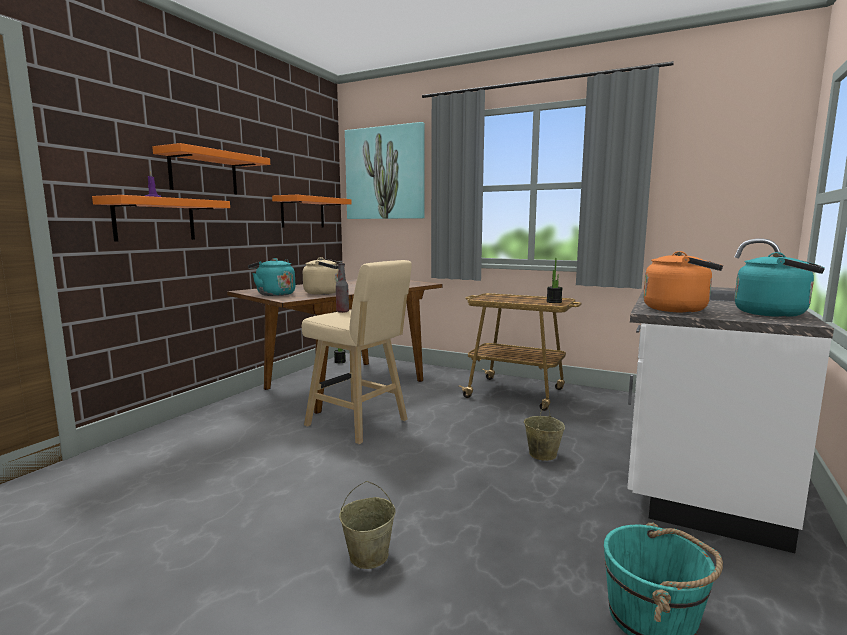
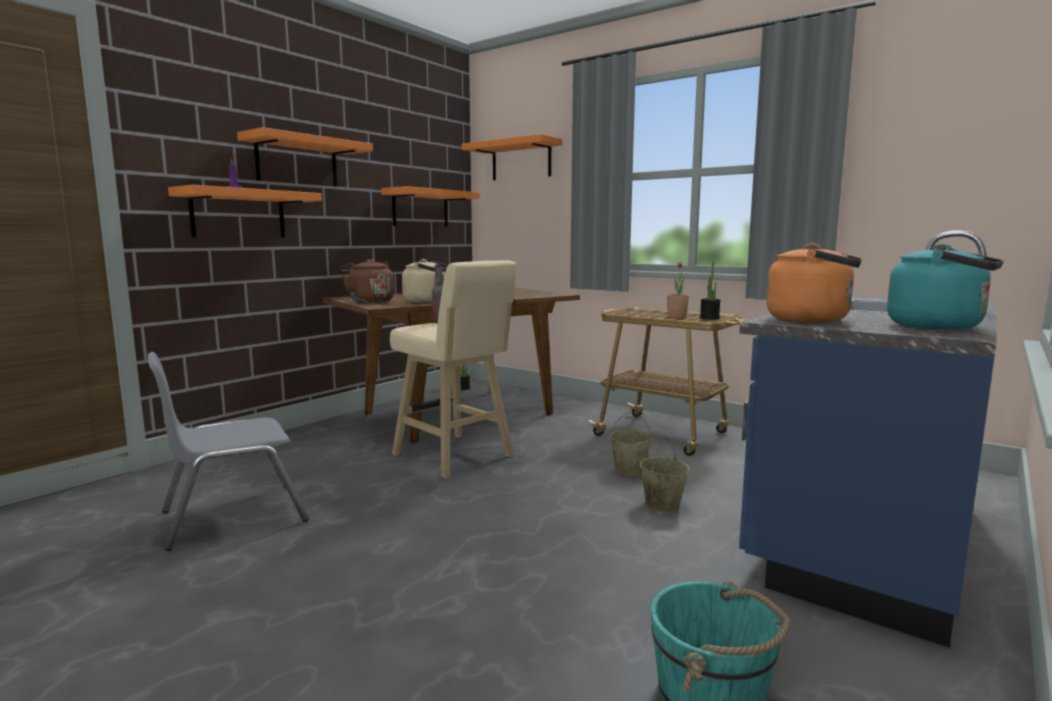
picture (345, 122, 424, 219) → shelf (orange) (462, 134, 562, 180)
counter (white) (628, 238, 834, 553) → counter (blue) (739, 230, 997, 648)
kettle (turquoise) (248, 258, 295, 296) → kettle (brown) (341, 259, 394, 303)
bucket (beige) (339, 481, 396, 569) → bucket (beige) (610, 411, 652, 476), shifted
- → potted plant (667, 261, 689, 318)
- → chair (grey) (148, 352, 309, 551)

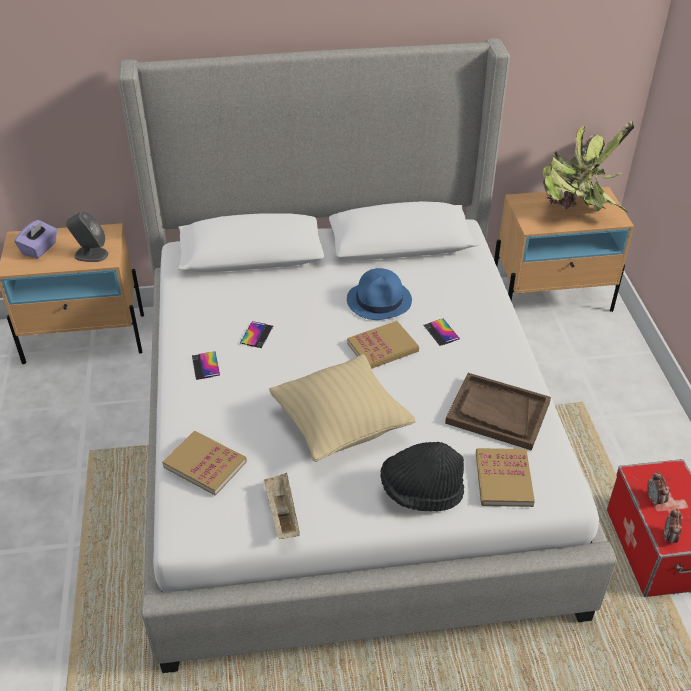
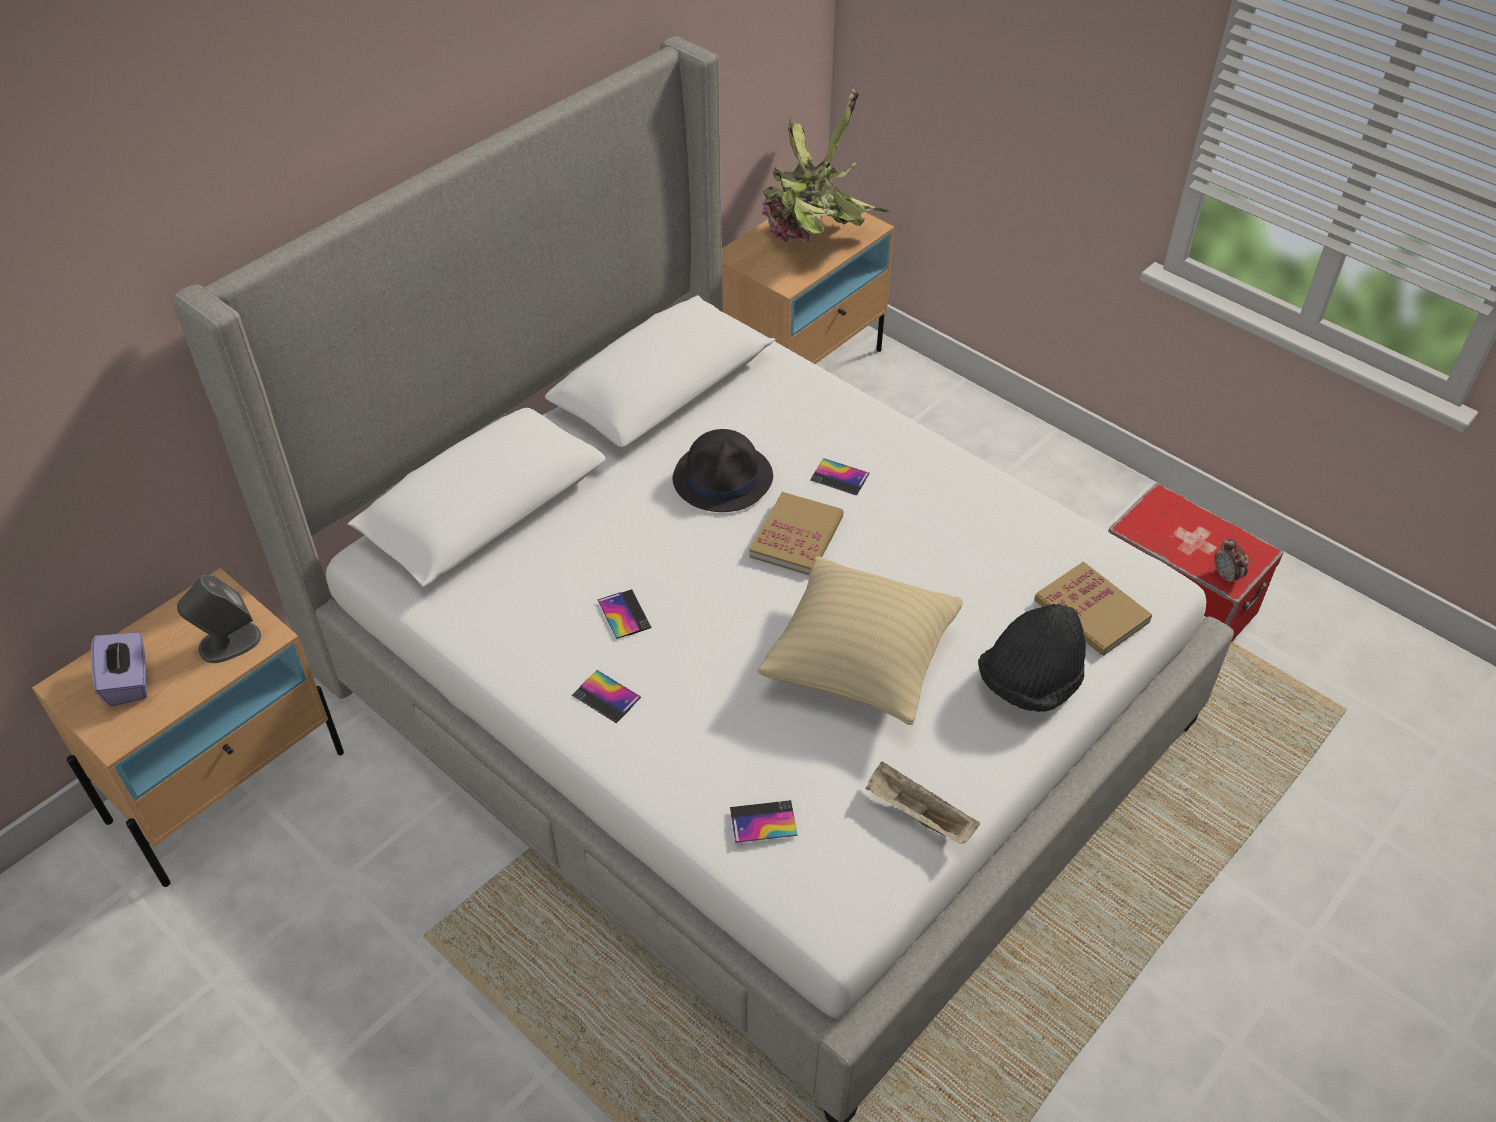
hat (blue) (347, 268, 412, 320) → hat (black) (673, 429, 773, 512)
tray (brown) (445, 373, 551, 451) → -
book (162, 431, 247, 496) → phone (730, 800, 798, 843)
alarm clock (647, 471, 670, 507) → -

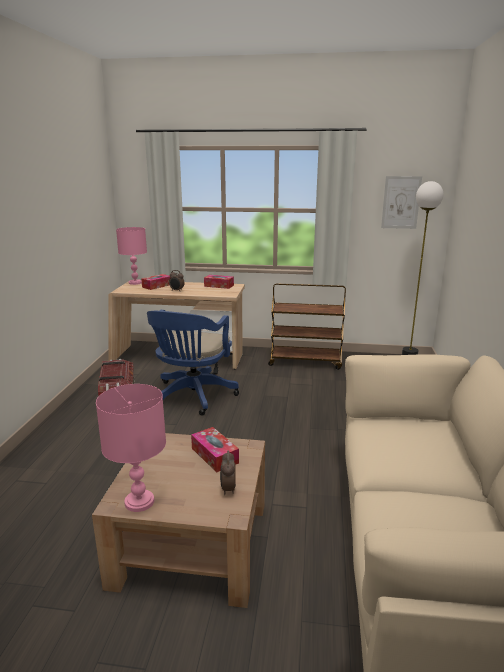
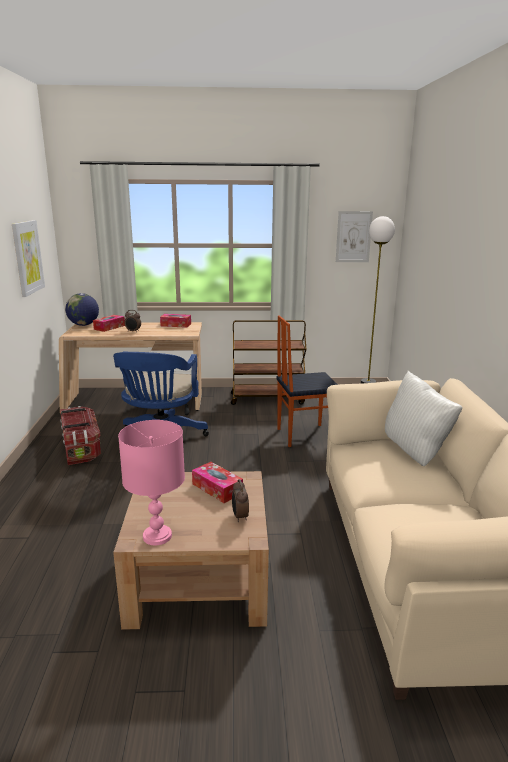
table lamp (pink) (116, 227, 147, 285) → globe (65, 293, 99, 326)
- → picture (12, 220, 45, 297)
- → chair (276, 315, 338, 447)
- → pillow (white) (385, 371, 463, 466)

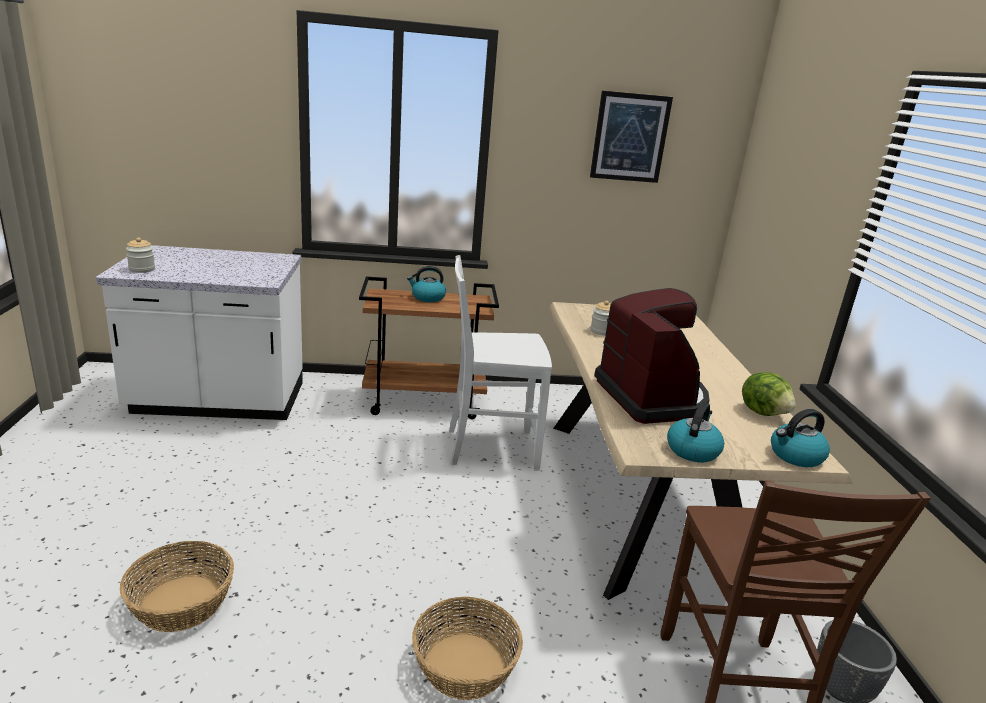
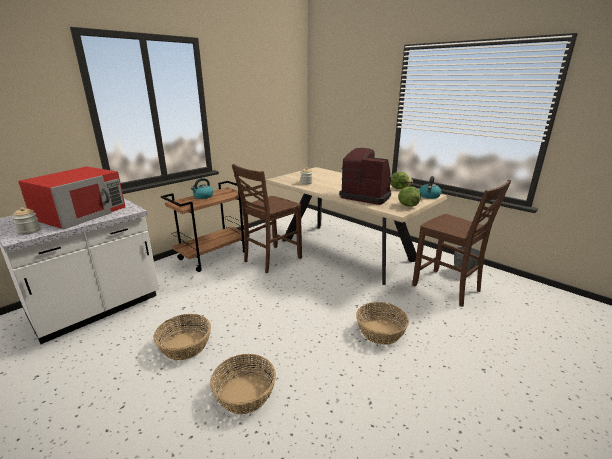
picture (590, 90, 673, 183) → -
chair (white) (449, 255, 552, 471) → chair (brown) (232, 164, 302, 273)
kettle (667, 402, 724, 462) → lettuce (398, 186, 421, 207)
- → microwave (red) (18, 166, 125, 229)
- → basket (153, 314, 211, 360)

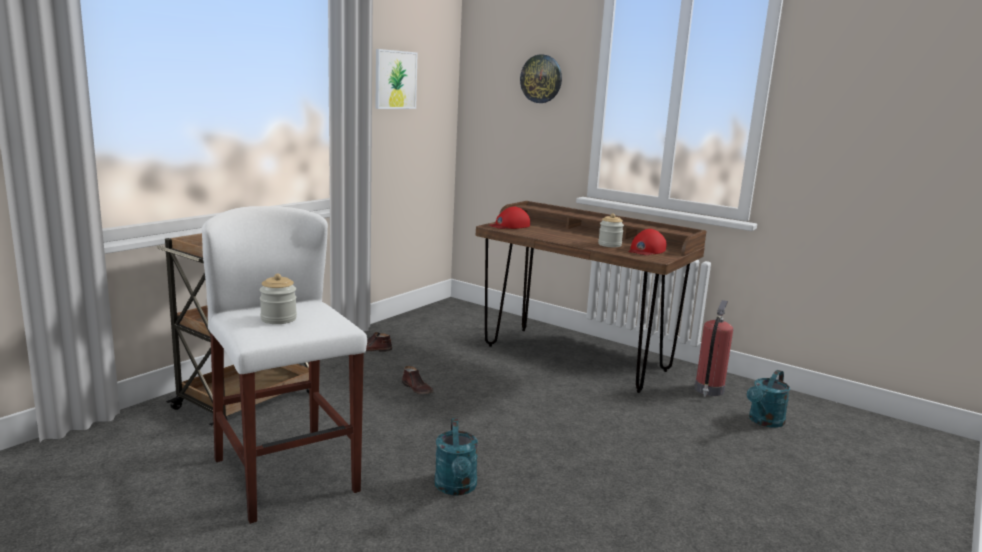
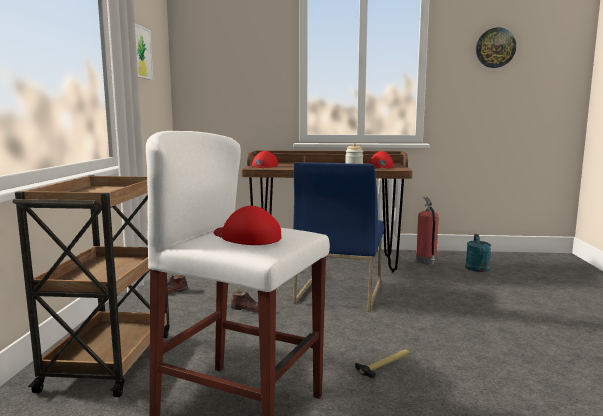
wall clock (520, 54, 562, 103) → wall clock (476, 28, 516, 68), shifted
jar (260, 273, 297, 324) → cap (red) (214, 206, 281, 245)
watering can (turquoise) (435, 418, 478, 496) → hammer (355, 349, 409, 378)
- → chair (blue) (293, 162, 384, 312)

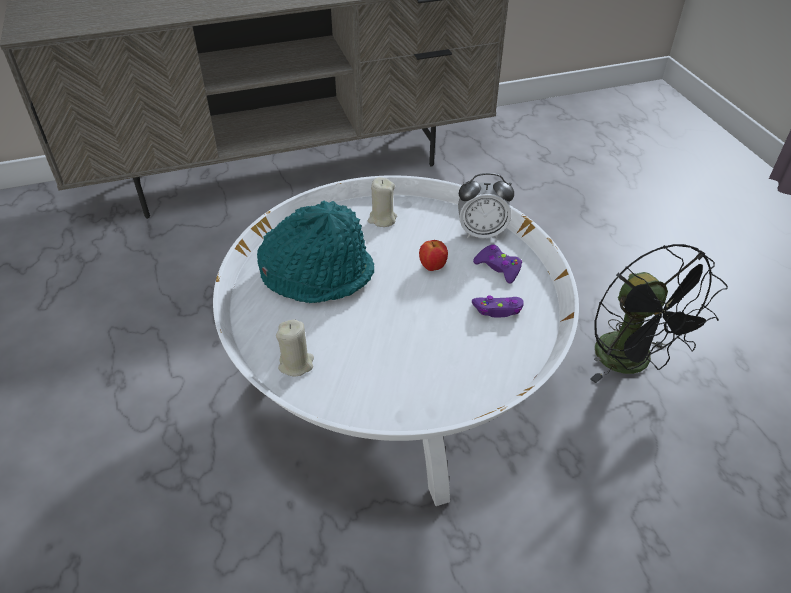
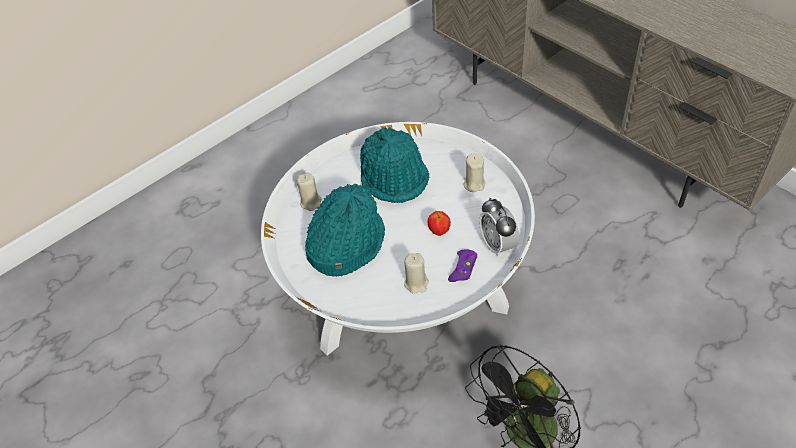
game controller (purple) (472, 296, 524, 317) → candle (beige) (404, 253, 429, 294)
- → hat (turquoise) (305, 184, 385, 276)

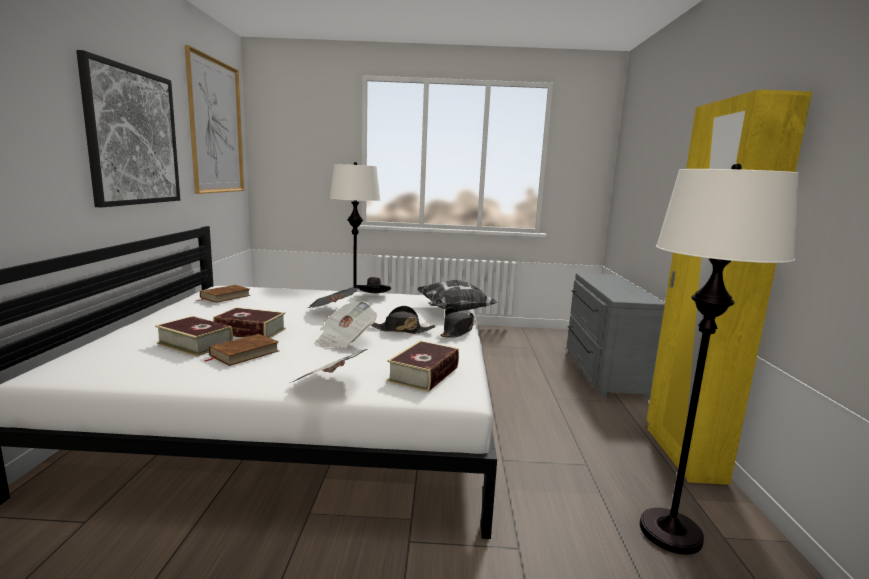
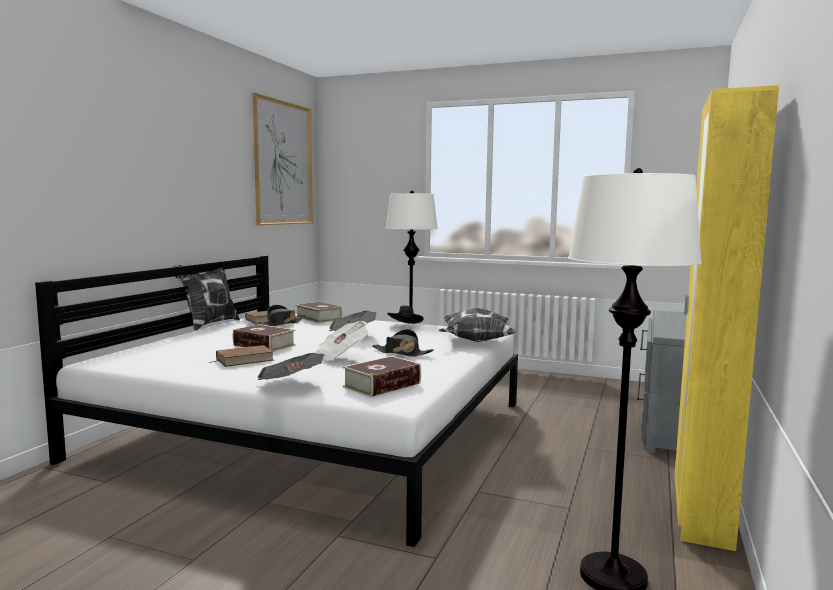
picture (76, 50, 180, 207) → -
hat (black) (440, 307, 474, 338) → hat (black) (255, 305, 306, 327), shifted
book (155, 316, 233, 356) → book (295, 302, 342, 323), shifted
- → pillow (173, 265, 240, 331)

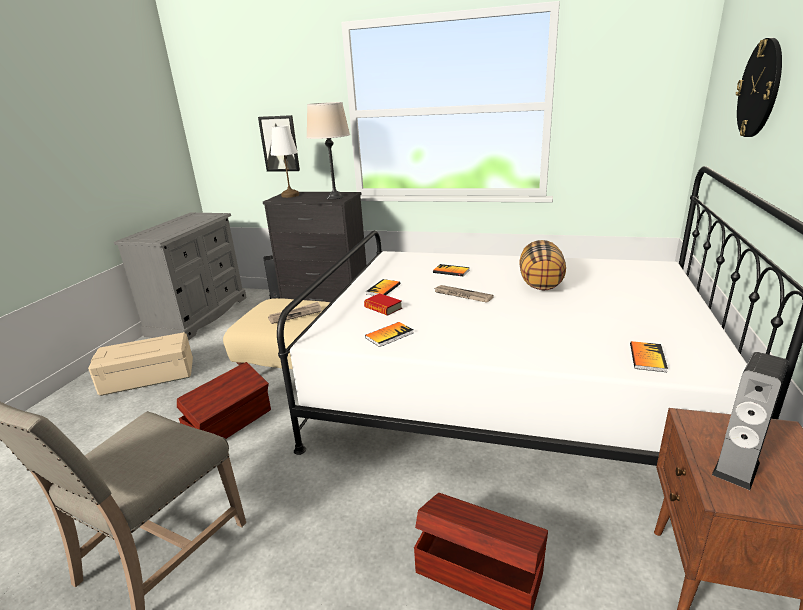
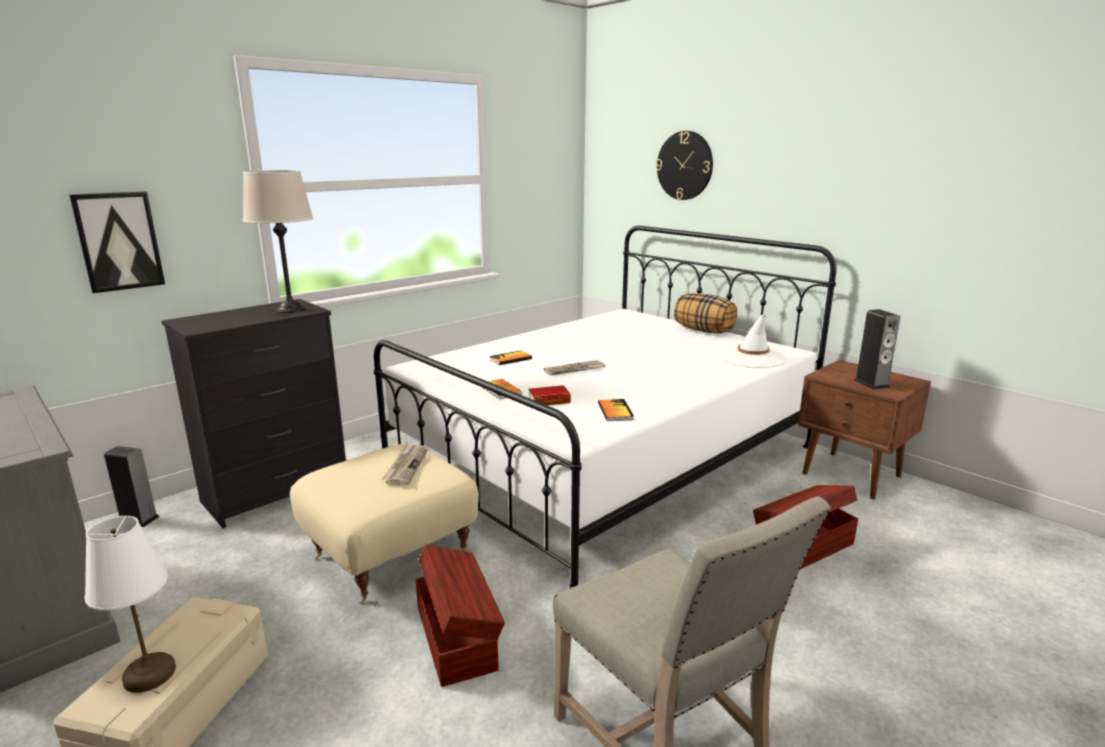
table lamp (white) (271, 126, 299, 198) → table lamp (white) (85, 516, 176, 693), shifted
pillow (519, 240, 566, 291) → pillow (674, 293, 737, 333), shifted
book (630, 341, 668, 372) → hat (white) (720, 314, 787, 368)

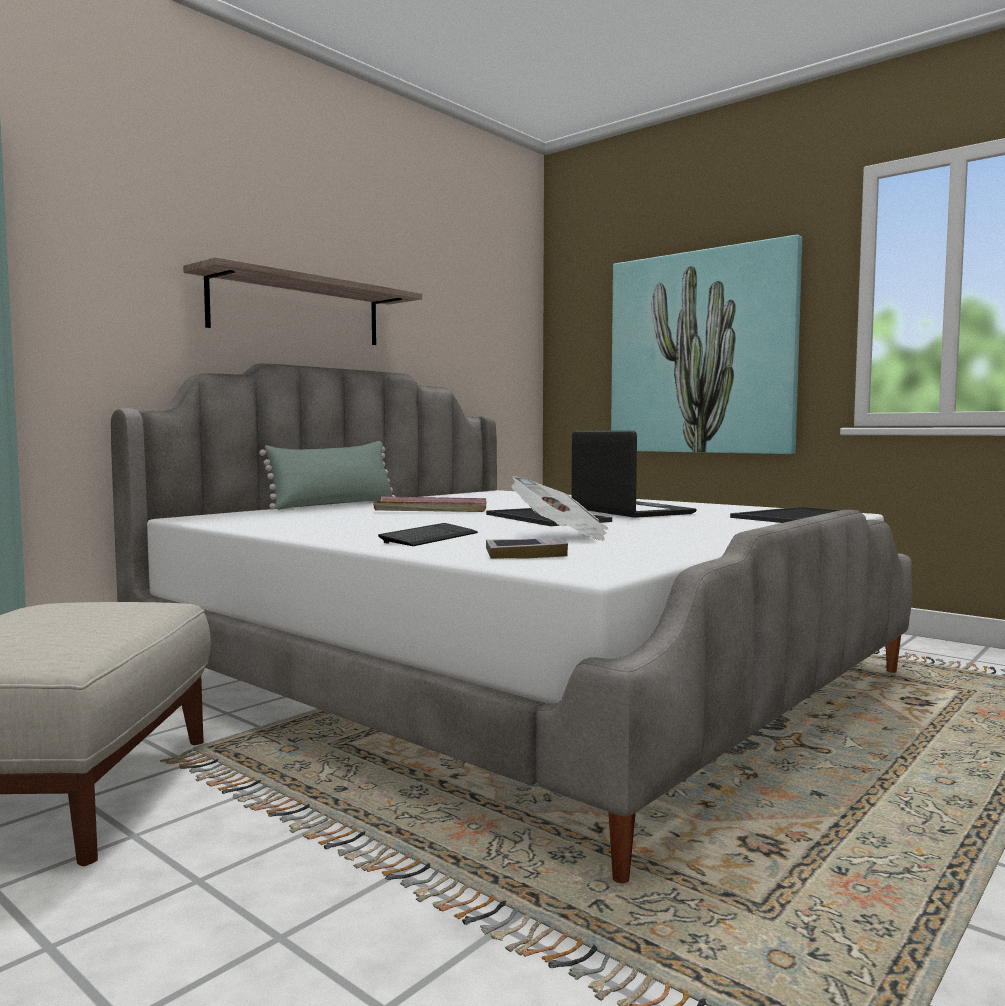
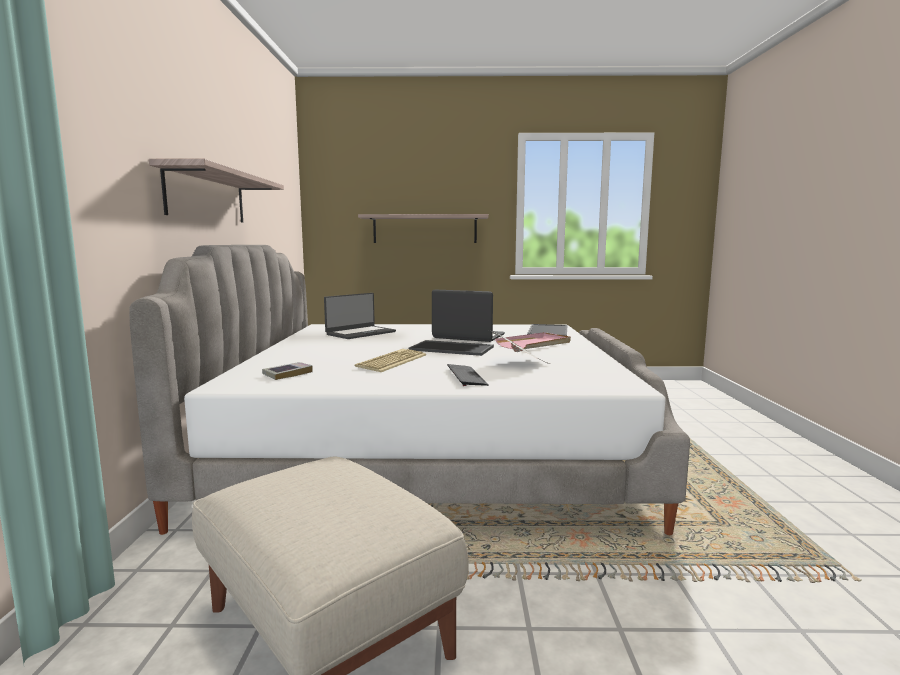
picture (611, 235, 802, 454) → shelf (358, 214, 489, 243)
pillow (green) (259, 441, 396, 510) → -
tray (pink) (373, 496, 486, 512) → tray (pink) (495, 332, 571, 349), shifted
book (486, 538, 568, 559) → book (262, 362, 313, 380), shifted
- → laptop (324, 293, 396, 339)
- → keyboard (355, 349, 426, 372)

